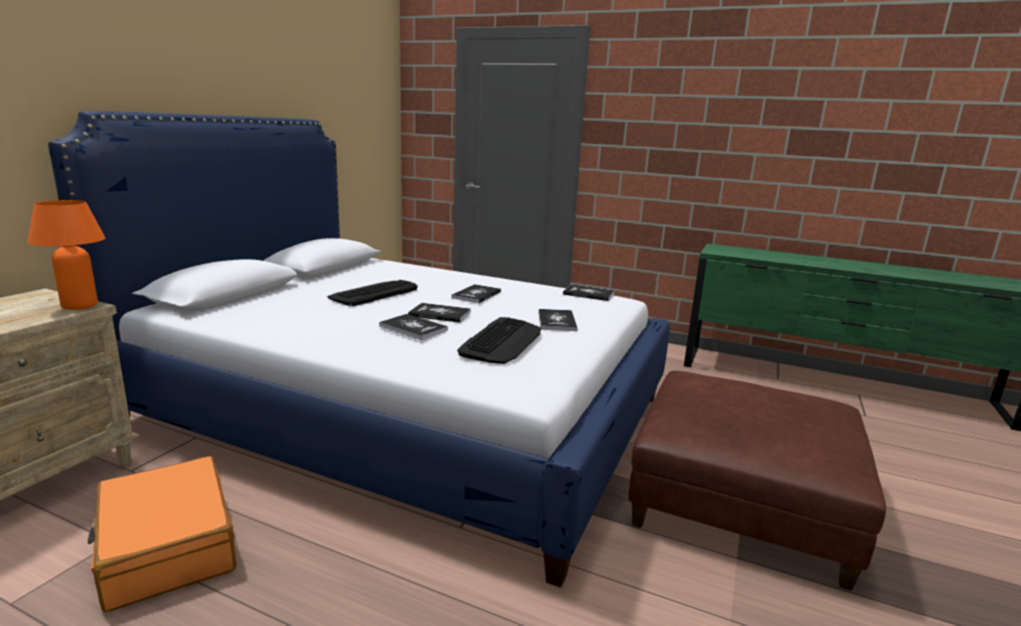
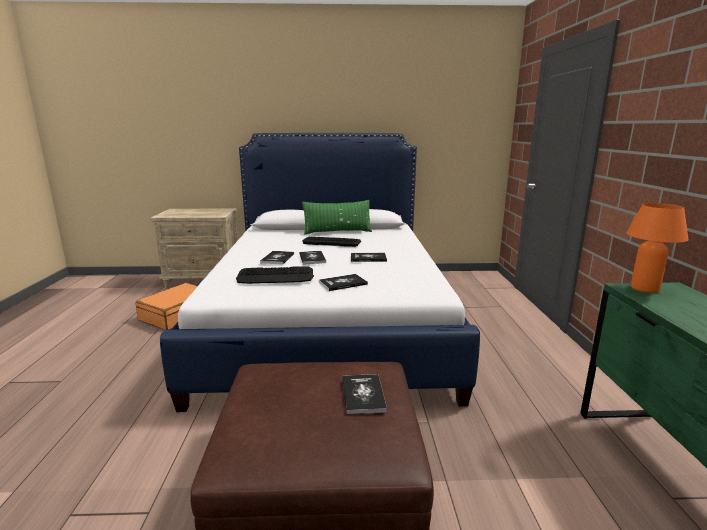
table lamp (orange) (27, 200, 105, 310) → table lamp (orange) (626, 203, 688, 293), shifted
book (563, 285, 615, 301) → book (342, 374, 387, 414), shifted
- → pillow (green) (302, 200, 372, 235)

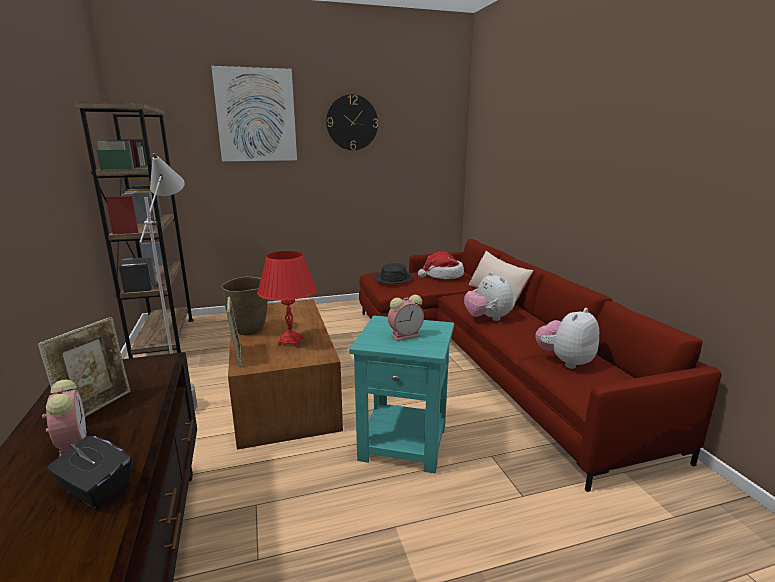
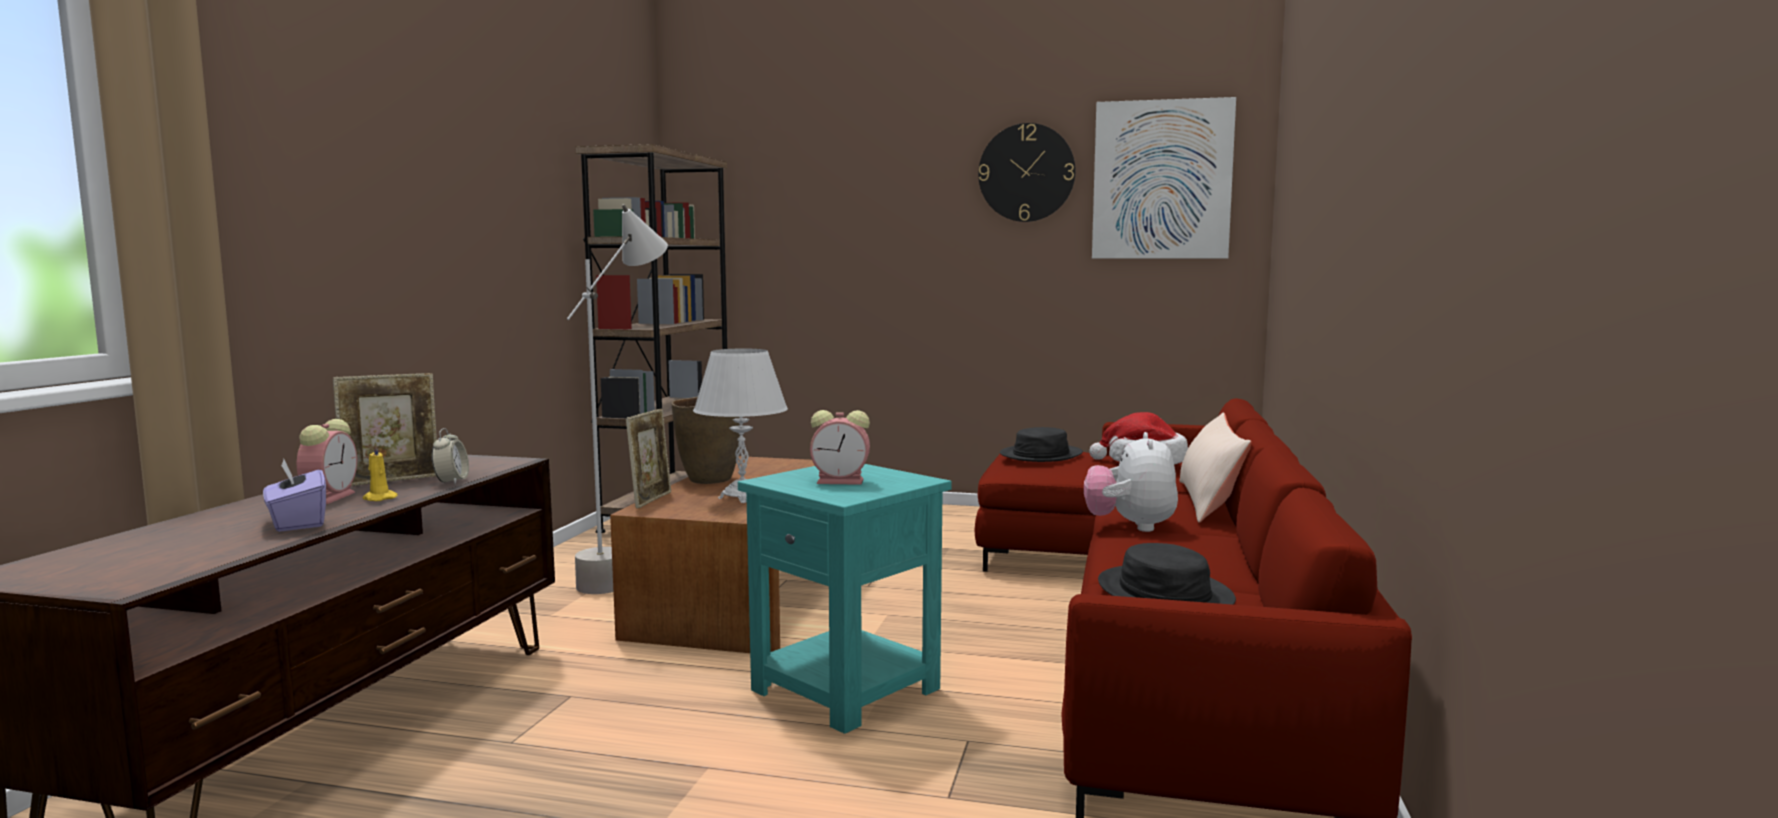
picture (211, 66, 297, 161) → picture (1092, 97, 1236, 258), shifted
table lamp (red) (257, 251, 317, 347) → table lamp (white) (693, 348, 788, 503)
plush toy (536, 308, 599, 369) → hat (black) (1098, 543, 1236, 605)
tissue box (black) (47, 436, 131, 508) → tissue box (purple) (263, 458, 326, 532)
- → alarm clock (432, 428, 469, 484)
- → candle (yellow) (363, 442, 398, 501)

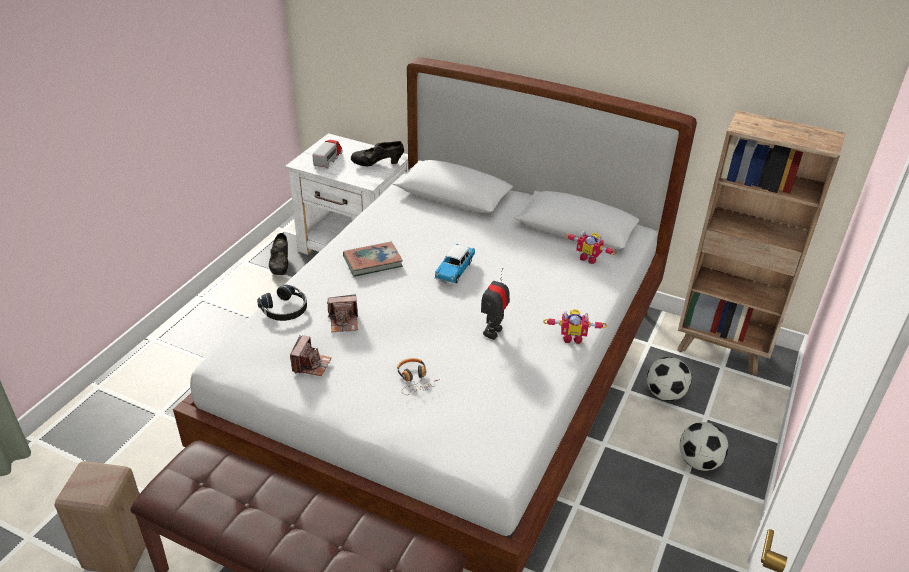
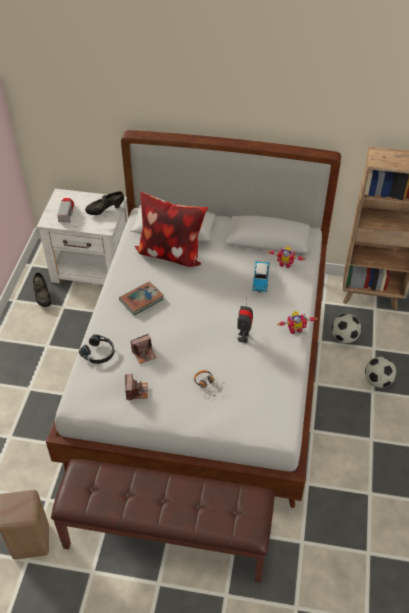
toy car (434, 244, 475, 284) → toy car (252, 261, 270, 293), shifted
- → pillow (134, 192, 208, 267)

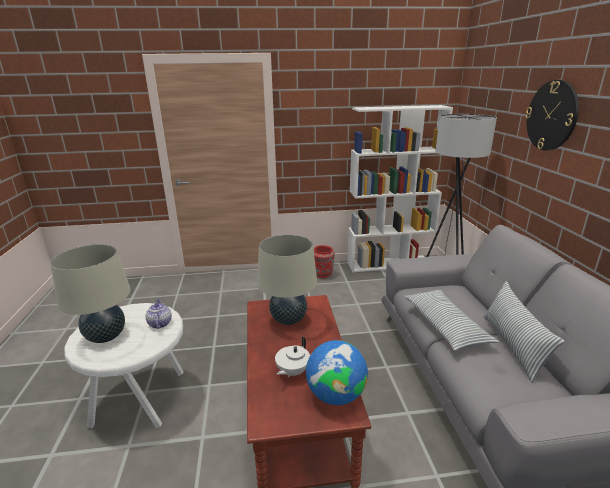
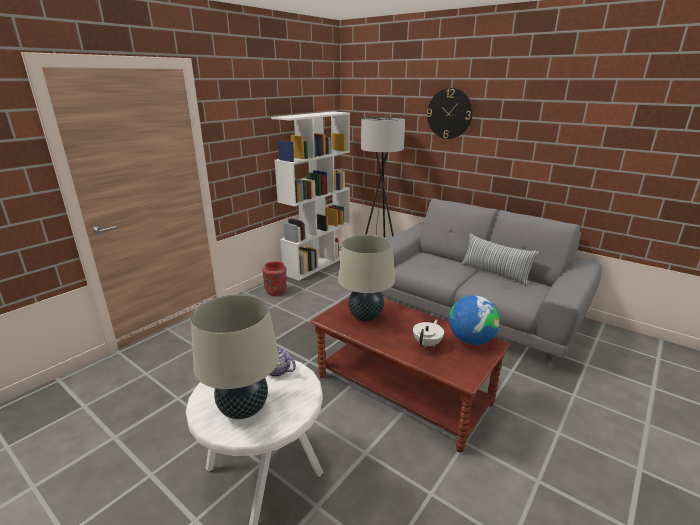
pillow (404, 290, 499, 351) → -
teapot (white) (275, 336, 310, 378) → teapot (white) (413, 319, 444, 348), 135 degrees counterclockwise

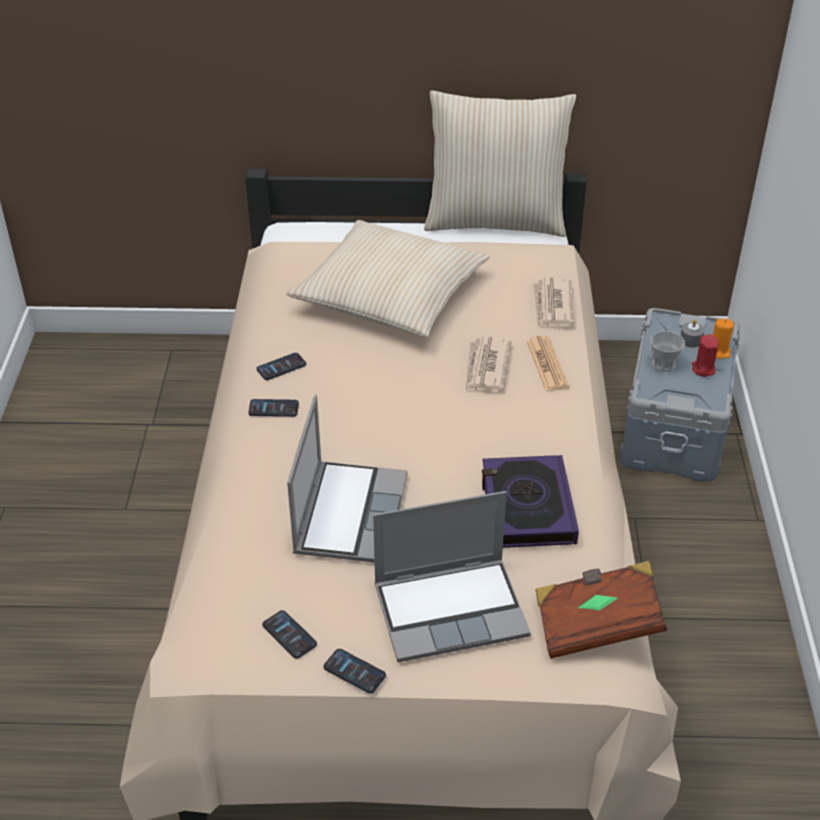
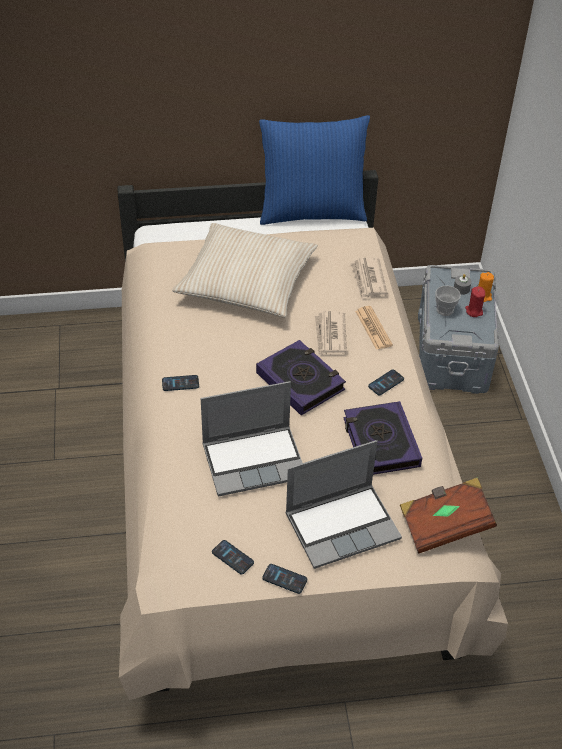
pillow (beige) (424, 91, 576, 237) → pillow (blue) (259, 115, 370, 225)
phone (256, 353, 306, 380) → phone (368, 370, 404, 396), shifted
laptop (287, 395, 407, 562) → laptop (201, 381, 303, 497), 75 degrees clockwise
- → book (256, 340, 346, 415)

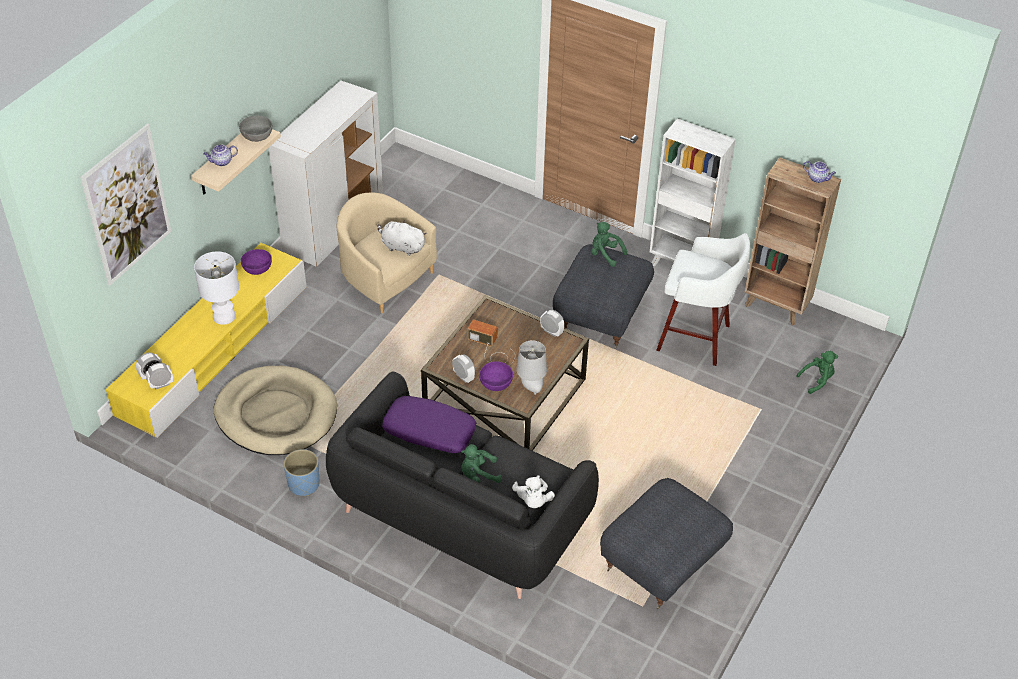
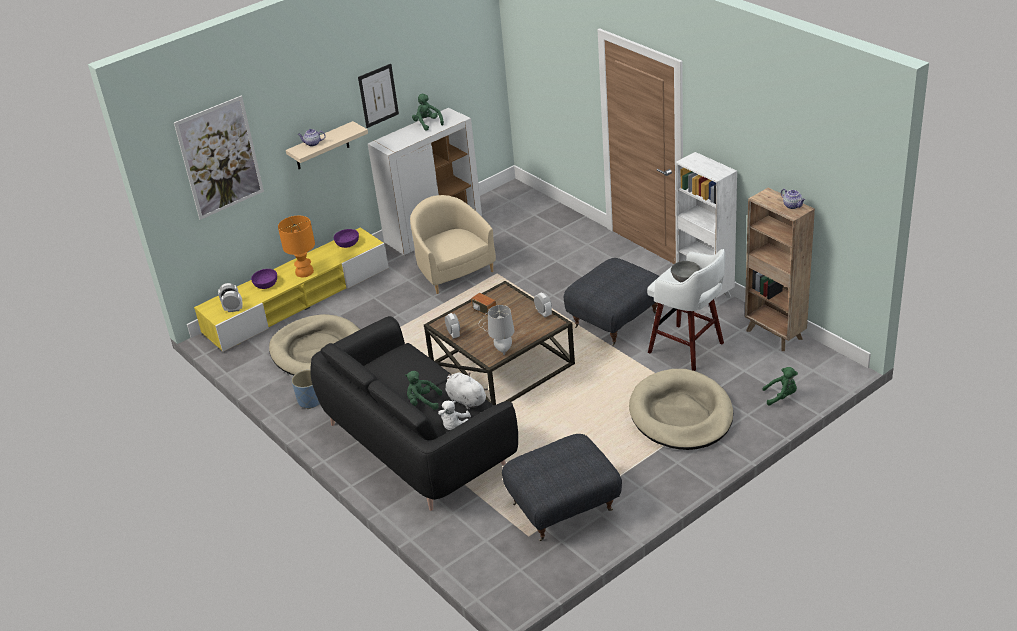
bowl (grey) (239, 116, 272, 142) → bowl (grey) (671, 261, 701, 282), shifted
plush toy (white) (377, 220, 427, 256) → plush toy (white) (445, 372, 488, 409), shifted
plush toy (green) (591, 222, 628, 267) → plush toy (green) (412, 94, 444, 131), shifted
table lamp (white) (194, 251, 239, 325) → table lamp (orange) (278, 216, 315, 277)
bowl (purple) (479, 361, 513, 391) → bowl (purple) (251, 269, 277, 289), shifted
pillow (purple) (382, 396, 476, 453) → -
- → picture (358, 64, 399, 128)
- → dog bed (beige) (629, 369, 733, 450)

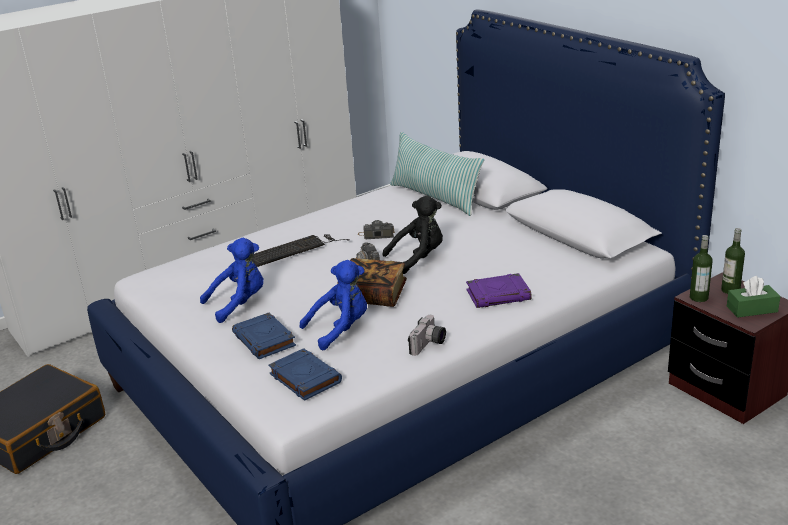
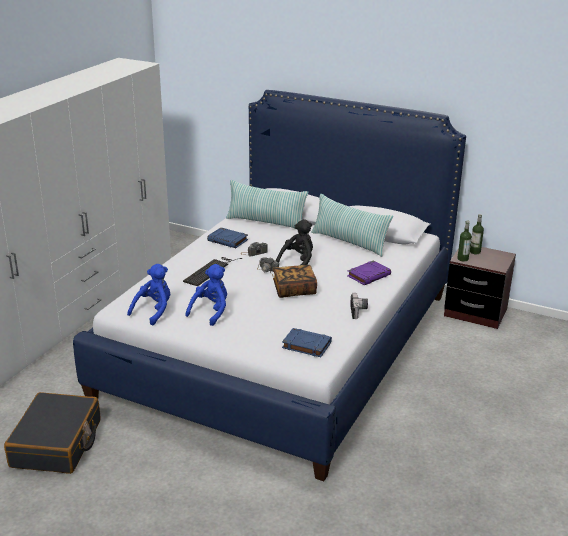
plush toy (blue) (300, 260, 367, 350) → plush toy (blue) (127, 264, 170, 326), shifted
tissue box (green) (727, 276, 780, 318) → -
book (blue) (232, 312, 296, 359) → book (blue) (207, 227, 248, 248), shifted
- → pillow (311, 194, 393, 257)

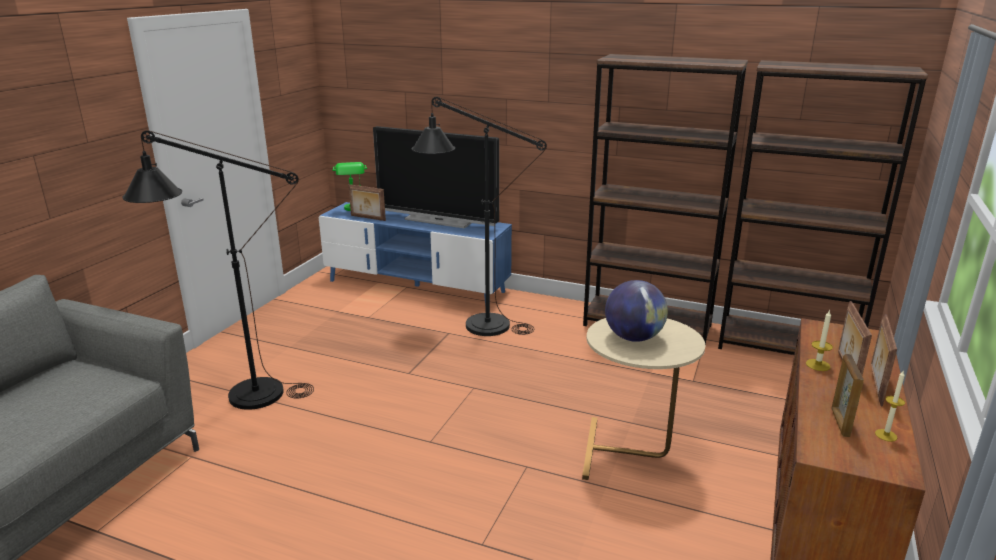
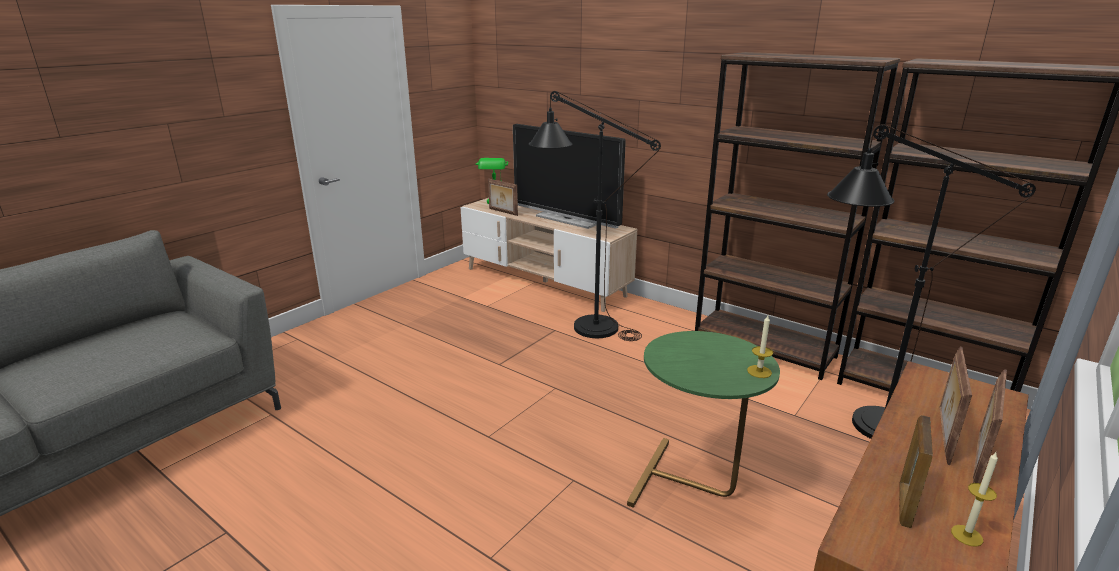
floor lamp (black) (122, 130, 314, 410) → floor lamp (black) (827, 124, 1036, 439), shifted
tv stand (blue) (319, 202, 512, 307) → tv stand (beige) (461, 198, 637, 312)
globe (605, 280, 668, 342) → -
candle (806, 310, 833, 371) → candle (747, 315, 773, 378), shifted
side table (beige) (582, 318, 705, 480) → side table (green) (627, 331, 780, 508)

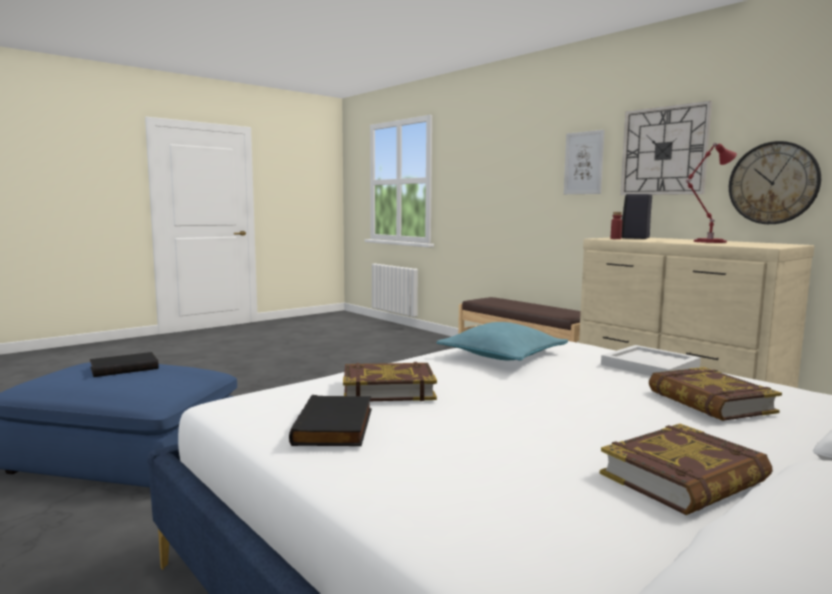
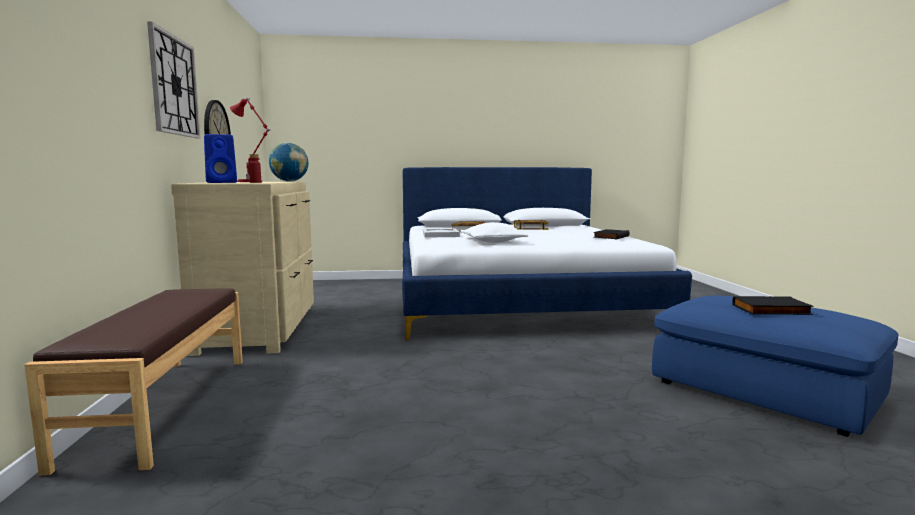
picture (564, 130, 605, 194) → -
speaker (black) (622, 194, 652, 239) → speaker (blue) (204, 134, 237, 183)
pillow (turquoise) (437, 322, 568, 361) → pillow (white) (460, 222, 528, 243)
book (343, 362, 437, 401) → -
- → globe (269, 143, 308, 182)

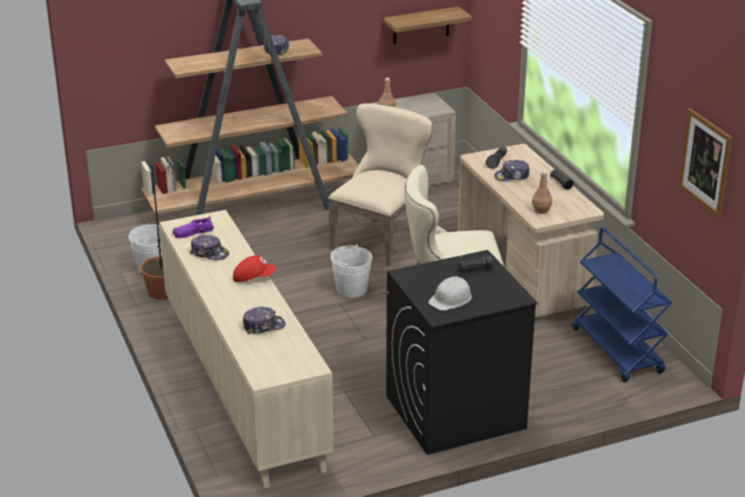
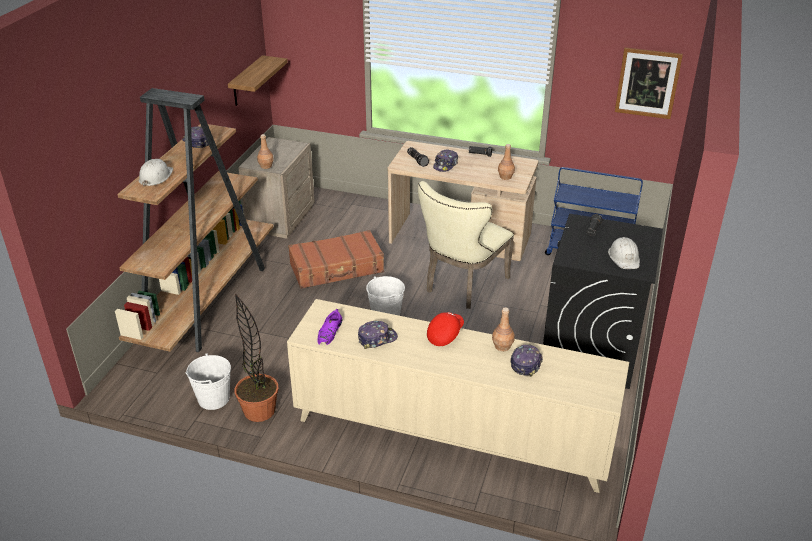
chair (beige) (329, 103, 433, 267) → suitcase (brown) (288, 230, 384, 289)
- → hard hat (white) (139, 159, 173, 186)
- → bottle (brown) (492, 307, 515, 351)

